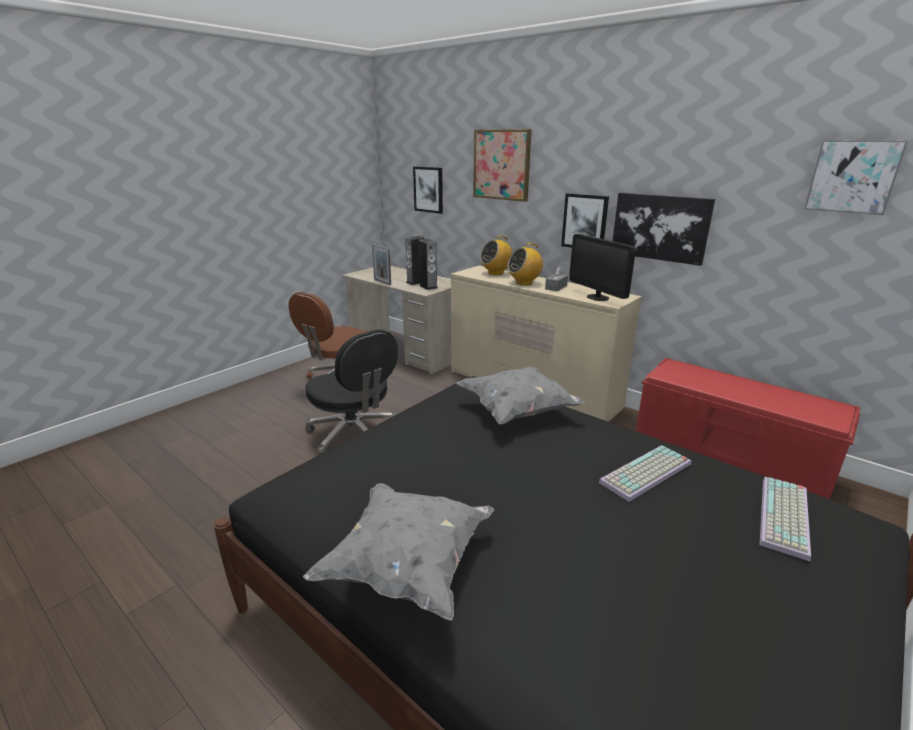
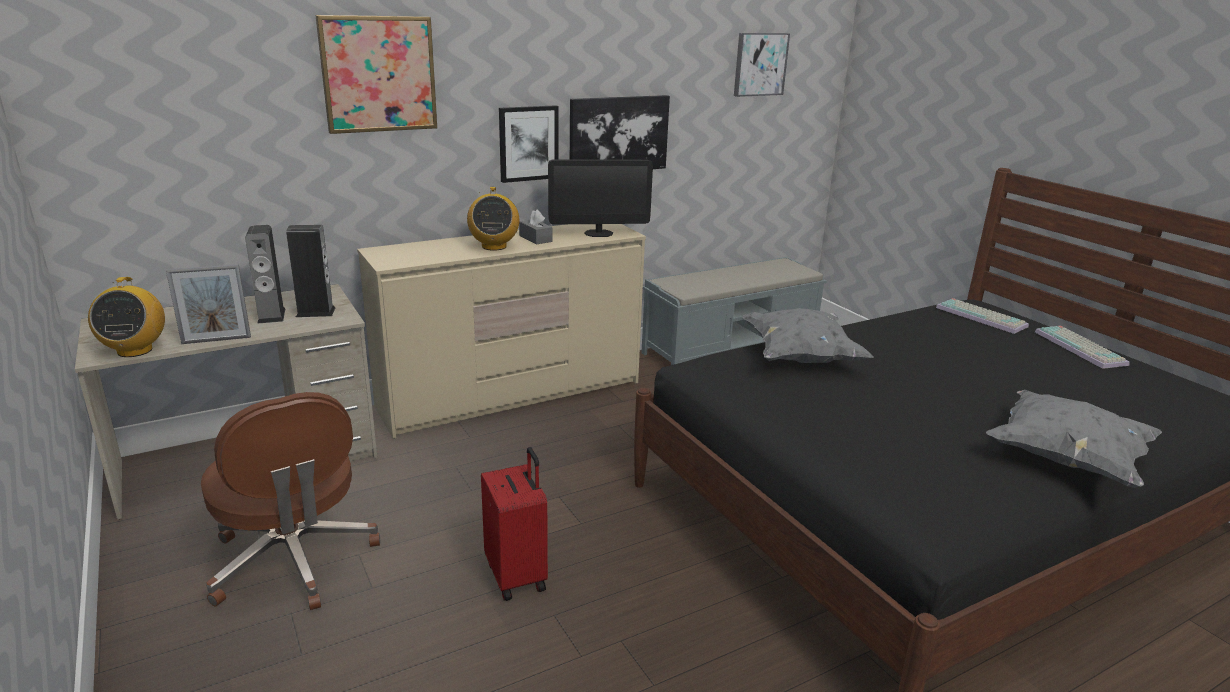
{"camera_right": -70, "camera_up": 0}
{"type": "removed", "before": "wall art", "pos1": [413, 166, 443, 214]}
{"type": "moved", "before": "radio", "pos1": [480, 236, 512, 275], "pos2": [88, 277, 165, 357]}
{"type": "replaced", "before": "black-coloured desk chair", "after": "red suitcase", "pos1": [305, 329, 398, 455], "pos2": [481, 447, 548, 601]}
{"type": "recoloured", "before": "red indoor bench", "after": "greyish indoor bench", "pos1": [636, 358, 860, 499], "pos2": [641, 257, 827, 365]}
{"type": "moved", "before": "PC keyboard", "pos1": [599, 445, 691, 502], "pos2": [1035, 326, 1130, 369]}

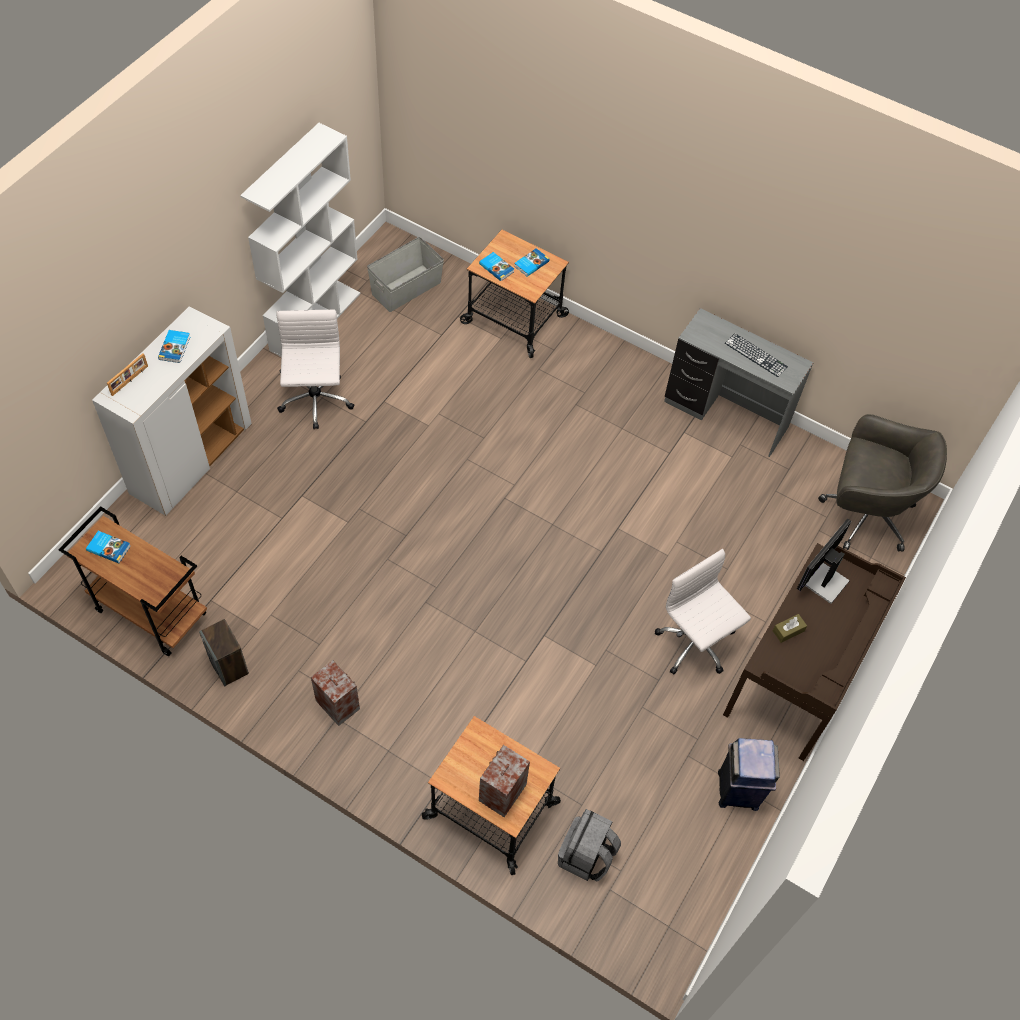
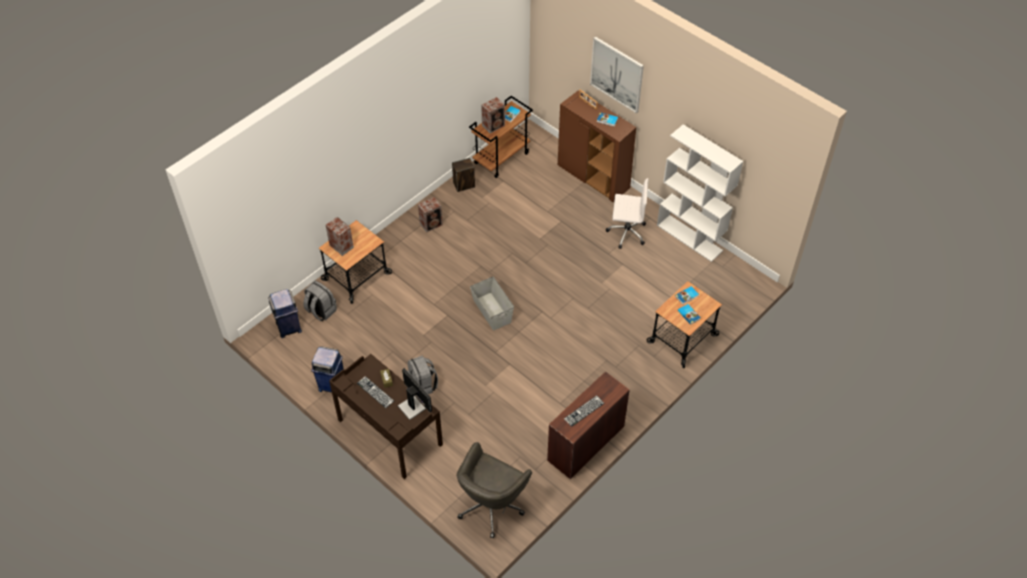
{"camera_right": 105, "camera_up": -5}
{"type": "moved", "before": "greyish storage container", "pos1": [367, 237, 444, 312], "pos2": [470, 277, 514, 331]}
{"type": "recoloured", "before": "white cabinet", "after": "brown cabinet", "pos1": [92, 307, 252, 516], "pos2": [558, 91, 636, 202]}
{"type": "recoloured", "before": "greyish desk", "after": "brown desk", "pos1": [664, 308, 813, 457], "pos2": [547, 371, 630, 479]}
{"type": "replaced", "before": "white desk chair", "after": "greyish rucksack", "pos1": [655, 549, 751, 675], "pos2": [408, 356, 438, 394]}
{"type": "added", "after": "wall art", "pos2": [590, 36, 644, 113]}
{"type": "added", "after": "loudspeaker", "pos2": [481, 97, 505, 134]}
{"type": "added", "after": "bluish waste bin", "pos2": [268, 289, 302, 338]}
{"type": "added", "after": "PC keyboard", "pos2": [357, 376, 394, 408]}

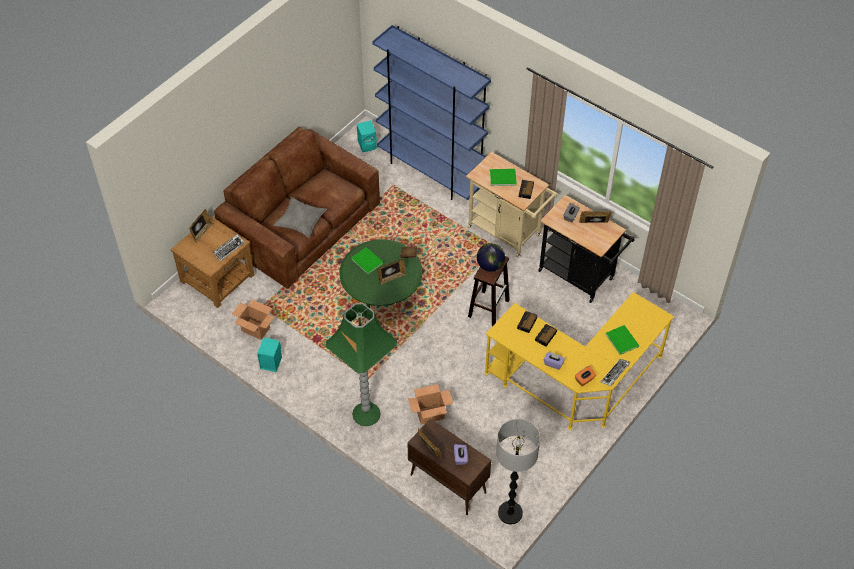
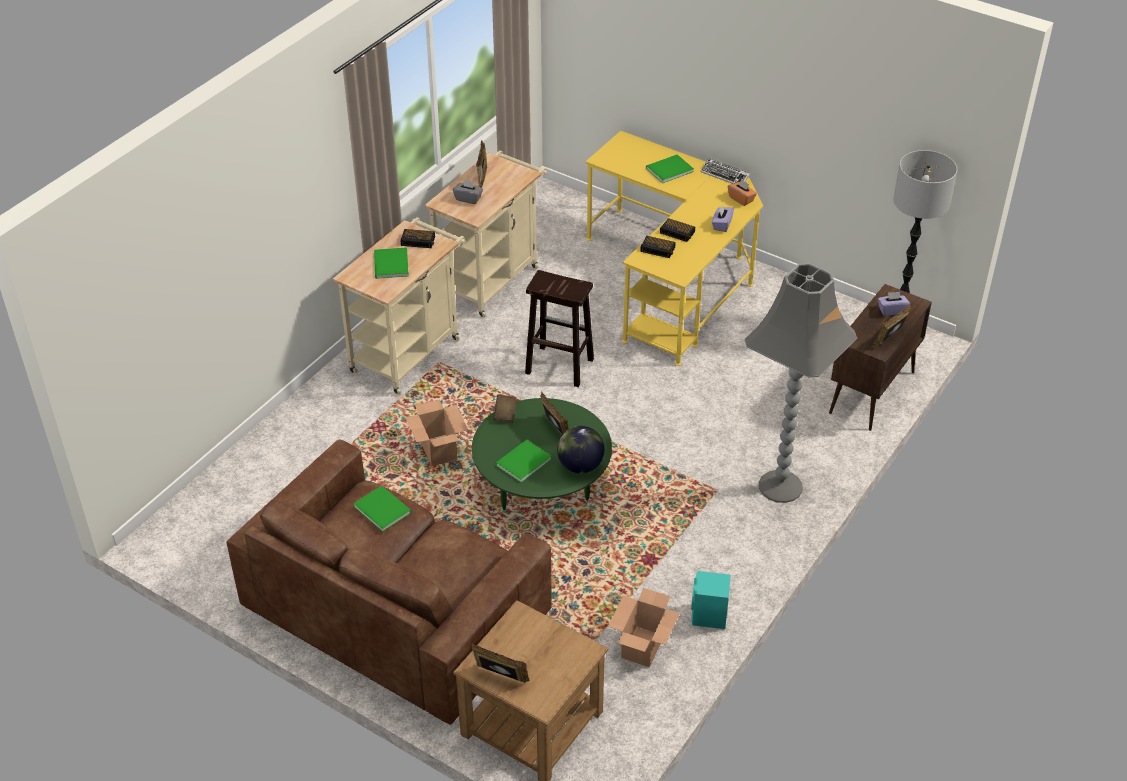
{"camera_right": -95, "camera_up": -10}
{"type": "removed", "before": "bluish shelving unit", "pos1": [373, 25, 491, 200]}
{"type": "removed", "before": "blue-green loudspeaker", "pos1": [357, 120, 377, 152]}
{"type": "recoloured", "before": "black-coloured trolley", "after": "beige trolley", "pos1": [538, 195, 635, 303], "pos2": [425, 150, 547, 318]}
{"type": "removed", "before": "greyish pillow", "pos1": [274, 197, 327, 238]}
{"type": "removed", "before": "PC keyboard", "pos1": [213, 234, 245, 261]}
{"type": "moved", "before": "desk globe", "pos1": [477, 243, 505, 272], "pos2": [557, 426, 604, 473]}
{"type": "recoloured", "before": "green standing lamp", "after": "greyish standing lamp", "pos1": [326, 303, 397, 426], "pos2": [744, 263, 857, 503]}
{"type": "moved", "before": "packing box", "pos1": [408, 384, 453, 424], "pos2": [406, 399, 468, 466]}
{"type": "added", "after": "green volume", "pos2": [353, 486, 412, 532]}

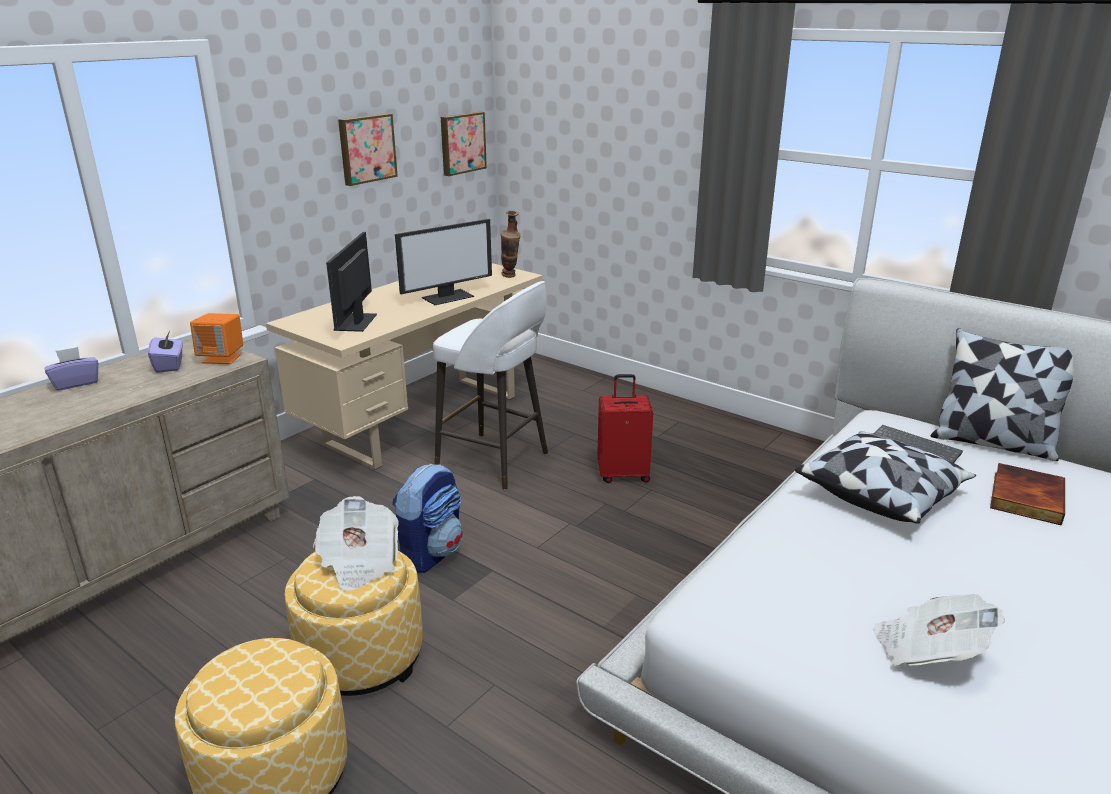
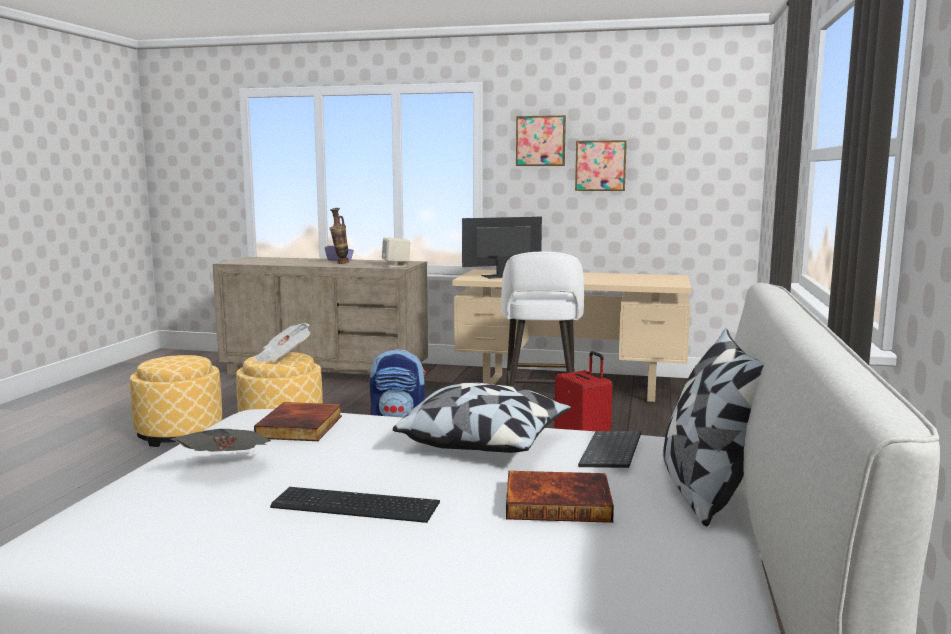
{"camera_right": 65, "camera_up": -15}
{"type": "moved", "before": "wall art", "pos1": [441, 112, 487, 176], "pos2": [516, 115, 566, 166]}
{"type": "moved", "before": "decorative vase", "pos1": [501, 211, 521, 278], "pos2": [329, 208, 349, 264]}
{"type": "removed", "before": "computer display", "pos1": [395, 219, 492, 305]}
{"type": "recoloured", "before": "orange-coloured loudspeaker", "after": "beige loudspeaker", "pos1": [190, 313, 243, 364], "pos2": [382, 237, 410, 268]}
{"type": "removed", "before": "purple tissue holder", "pos1": [148, 331, 183, 373]}
{"type": "added", "after": "volume", "pos2": [254, 402, 342, 441]}
{"type": "added", "after": "PC keyboard", "pos2": [270, 487, 440, 523]}

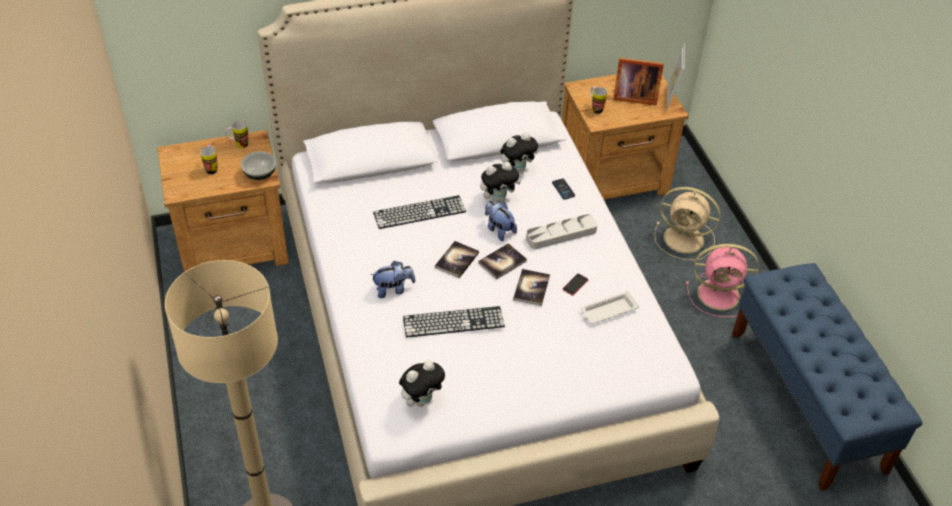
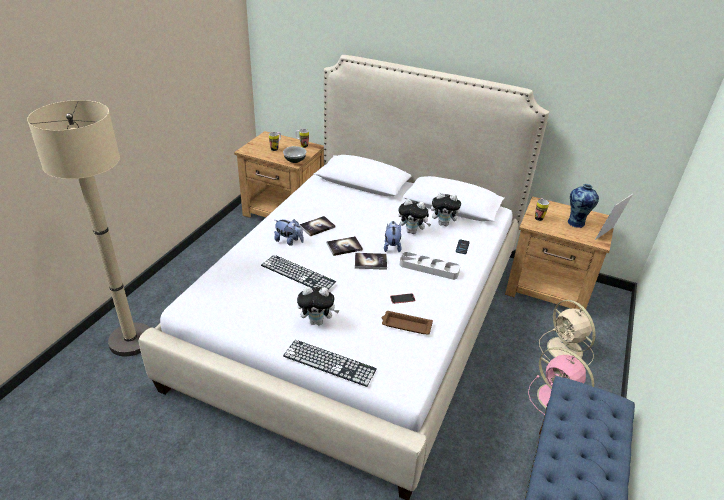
{"camera_right": 40, "camera_up": -10}
{"type": "replaced", "before": "standing frame", "after": "decorative vase", "pos1": [613, 58, 664, 106], "pos2": [568, 184, 599, 228]}
{"type": "moved", "before": "PC keyboard", "pos1": [373, 195, 466, 229], "pos2": [283, 340, 377, 387]}
{"type": "moved", "before": "volume", "pos1": [513, 269, 550, 306], "pos2": [299, 216, 335, 236]}
{"type": "recoloured", "before": "white serving tray", "after": "brown serving tray", "pos1": [581, 291, 639, 324], "pos2": [382, 311, 433, 335]}
{"type": "moved", "before": "cuddly toy", "pos1": [399, 360, 445, 407], "pos2": [297, 286, 340, 325]}

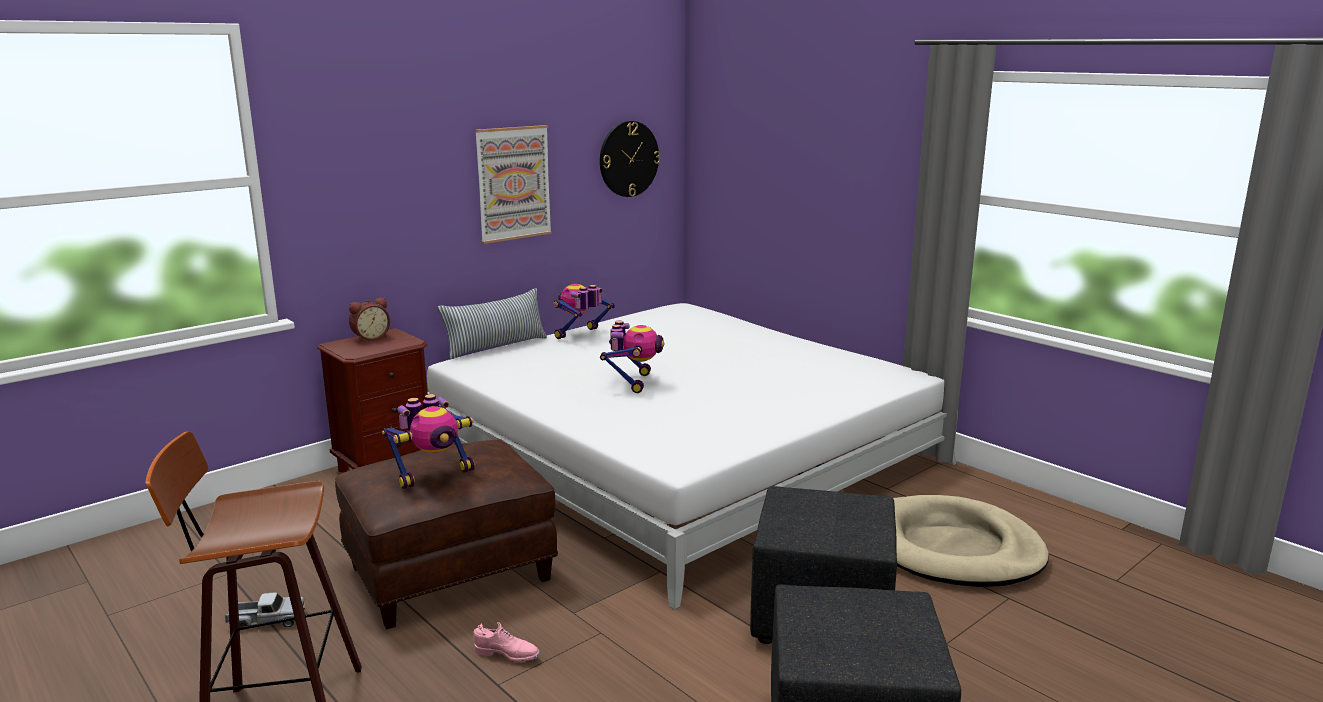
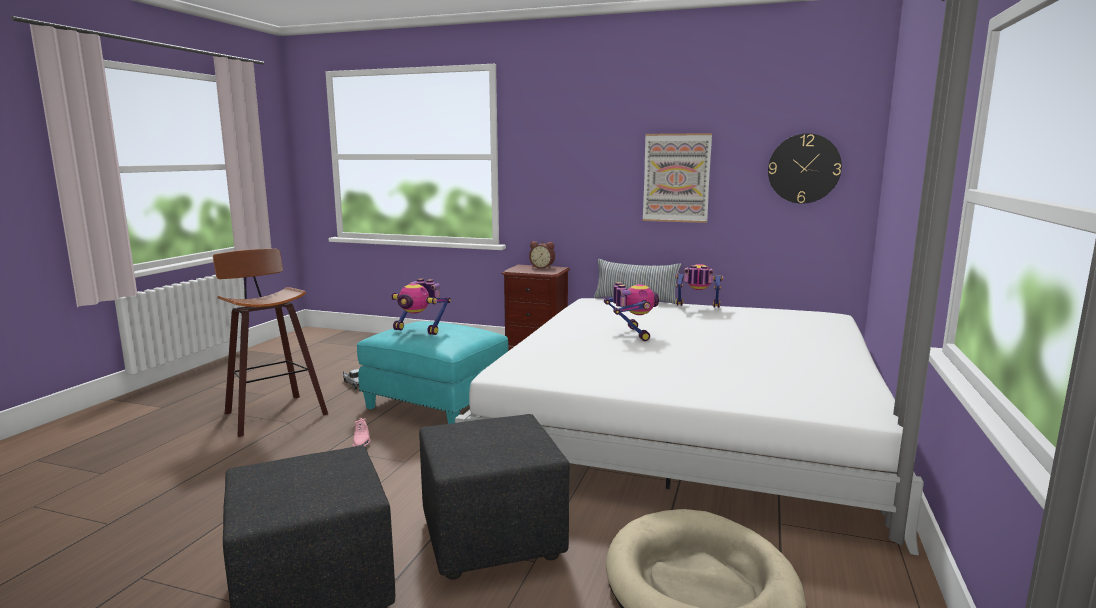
{"camera_right": 60, "camera_up": -5}
{"type": "turned", "before": "robot figure", "pos1": [600, 321, 664, 393], "pos2": [604, 282, 659, 341], "turn": -75}
{"type": "recoloured", "before": "brown footrest", "after": "blue-green footrest", "pos1": [335, 440, 558, 630], "pos2": [357, 321, 508, 424]}

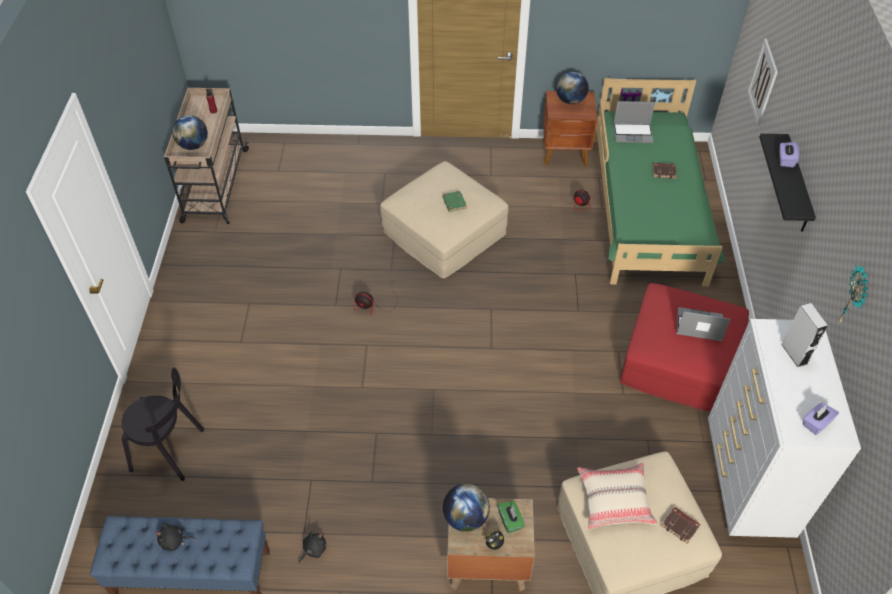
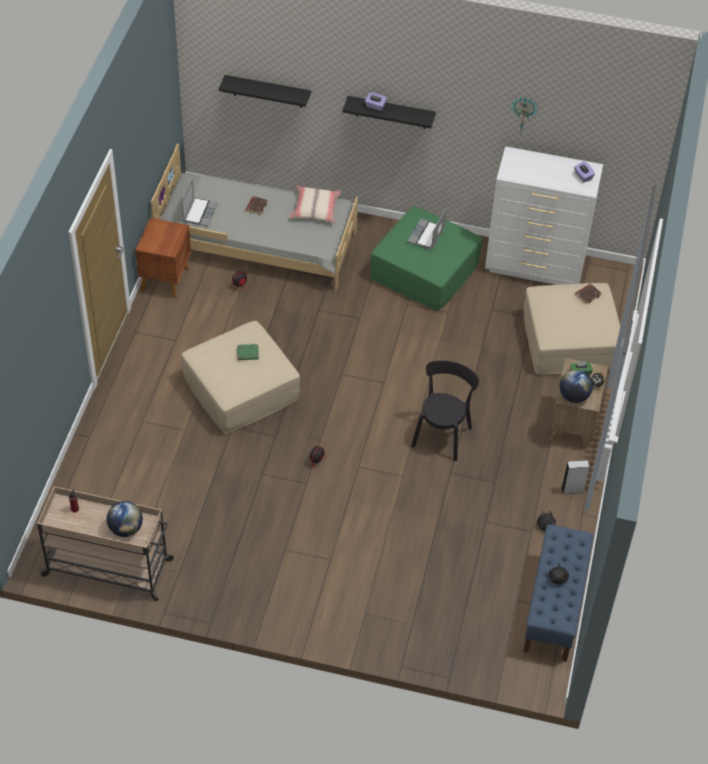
{"camera_right": -80, "camera_up": 0}
{"type": "replaced", "before": "wall art", "after": "black-coloured wall shelf", "pos1": [747, 39, 778, 125], "pos2": [219, 75, 311, 108]}
{"type": "removed", "before": "desk globe", "pos1": [556, 72, 588, 104]}
{"type": "recoloured", "before": "green bedroom bed", "after": "greyish bedroom bed", "pos1": [594, 78, 725, 287], "pos2": [151, 143, 358, 291]}
{"type": "recoloured", "before": "red footrest", "after": "green footrest", "pos1": [620, 283, 749, 411], "pos2": [371, 206, 482, 311]}
{"type": "moved", "before": "greyish loudspeaker", "pos1": [781, 303, 828, 367], "pos2": [562, 460, 589, 494]}
{"type": "moved", "before": "black-coloured upright chair", "pos1": [121, 367, 204, 481], "pos2": [411, 360, 479, 461]}
{"type": "moved", "before": "beige pillow", "pos1": [577, 463, 658, 529], "pos2": [290, 186, 341, 223]}

